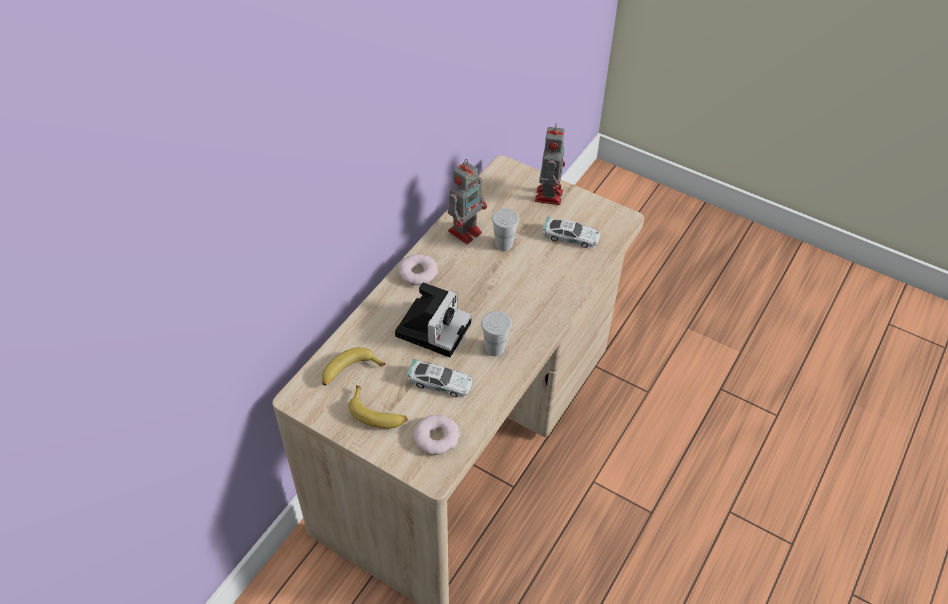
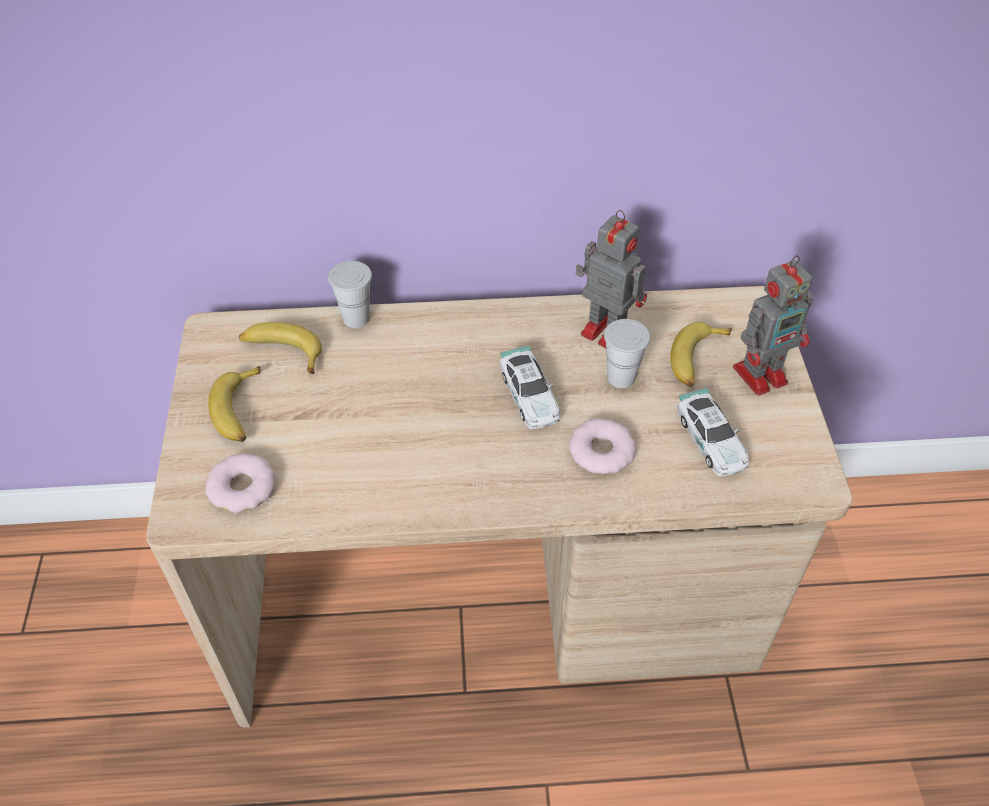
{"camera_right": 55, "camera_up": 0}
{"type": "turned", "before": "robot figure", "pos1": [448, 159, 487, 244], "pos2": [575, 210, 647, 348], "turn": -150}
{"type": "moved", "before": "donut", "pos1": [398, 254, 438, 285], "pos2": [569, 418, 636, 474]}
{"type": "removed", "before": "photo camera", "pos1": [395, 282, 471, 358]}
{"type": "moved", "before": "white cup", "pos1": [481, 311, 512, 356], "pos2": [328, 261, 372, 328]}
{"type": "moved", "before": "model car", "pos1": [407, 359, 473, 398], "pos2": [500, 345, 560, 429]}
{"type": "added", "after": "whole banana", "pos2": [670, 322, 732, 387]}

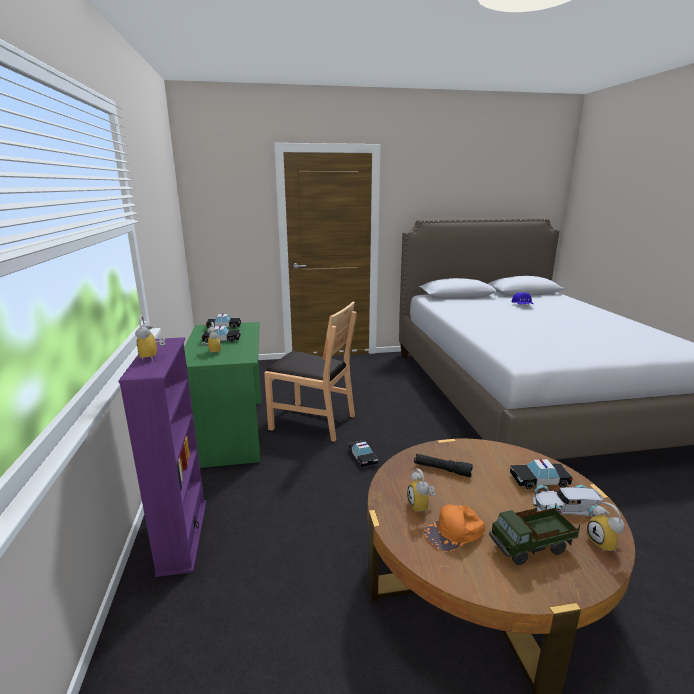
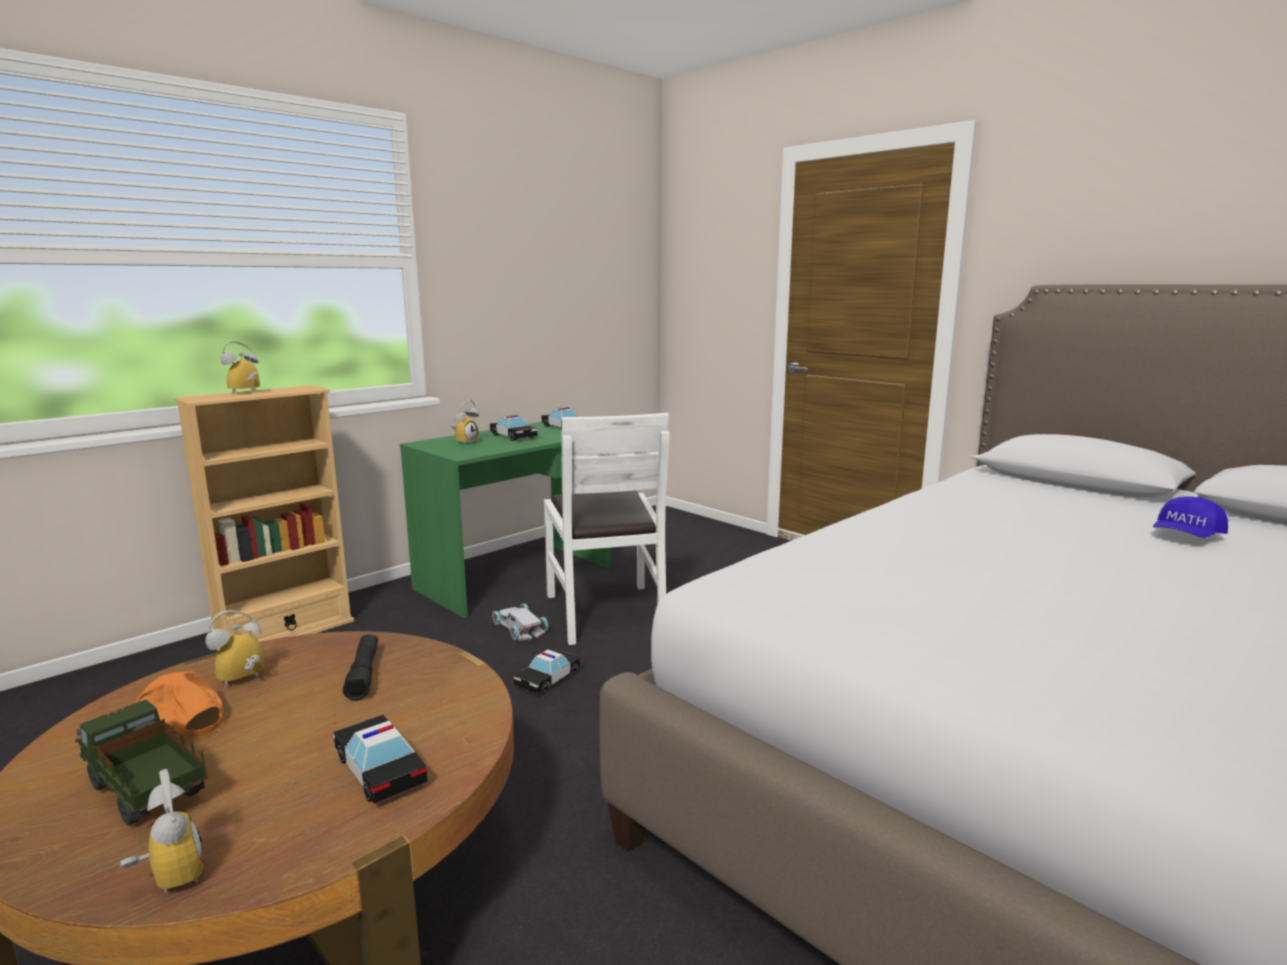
{"camera_right": 55, "camera_up": -5}
{"type": "recoloured", "before": "brown upright chair", "after": "white upright chair", "pos1": [264, 302, 357, 442], "pos2": [544, 413, 670, 645]}
{"type": "recoloured", "before": "purple shelving unit", "after": "beige shelving unit", "pos1": [118, 337, 206, 577], "pos2": [174, 385, 354, 651]}
{"type": "moved", "before": "white model car", "pos1": [533, 485, 604, 517], "pos2": [492, 603, 549, 641]}
{"type": "turned", "before": "bedside clock", "pos1": [586, 502, 624, 552], "pos2": [120, 769, 203, 893], "turn": 105}

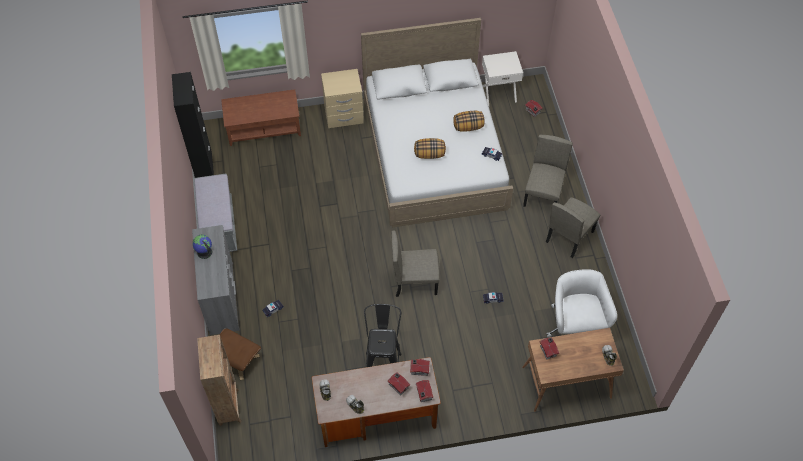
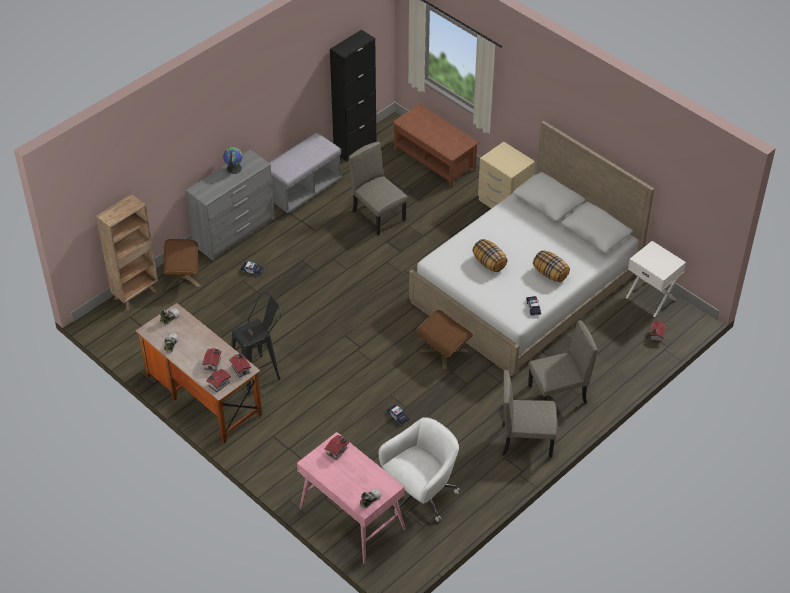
{"camera_right": 55, "camera_up": -10}
{"type": "moved", "before": "beige upright chair", "pos1": [391, 230, 440, 297], "pos2": [349, 141, 408, 235]}
{"type": "recoloured", "before": "brown desk", "after": "pinkish desk", "pos1": [522, 328, 624, 412], "pos2": [297, 432, 406, 564]}
{"type": "added", "after": "brown footrest", "pos2": [416, 310, 473, 369]}

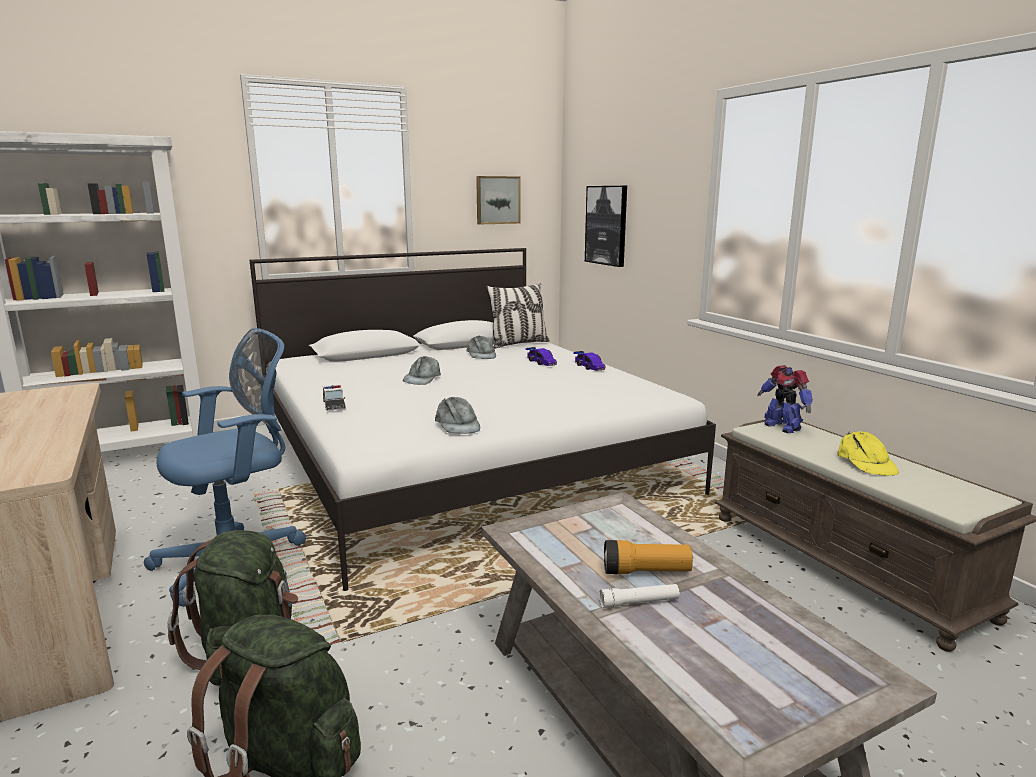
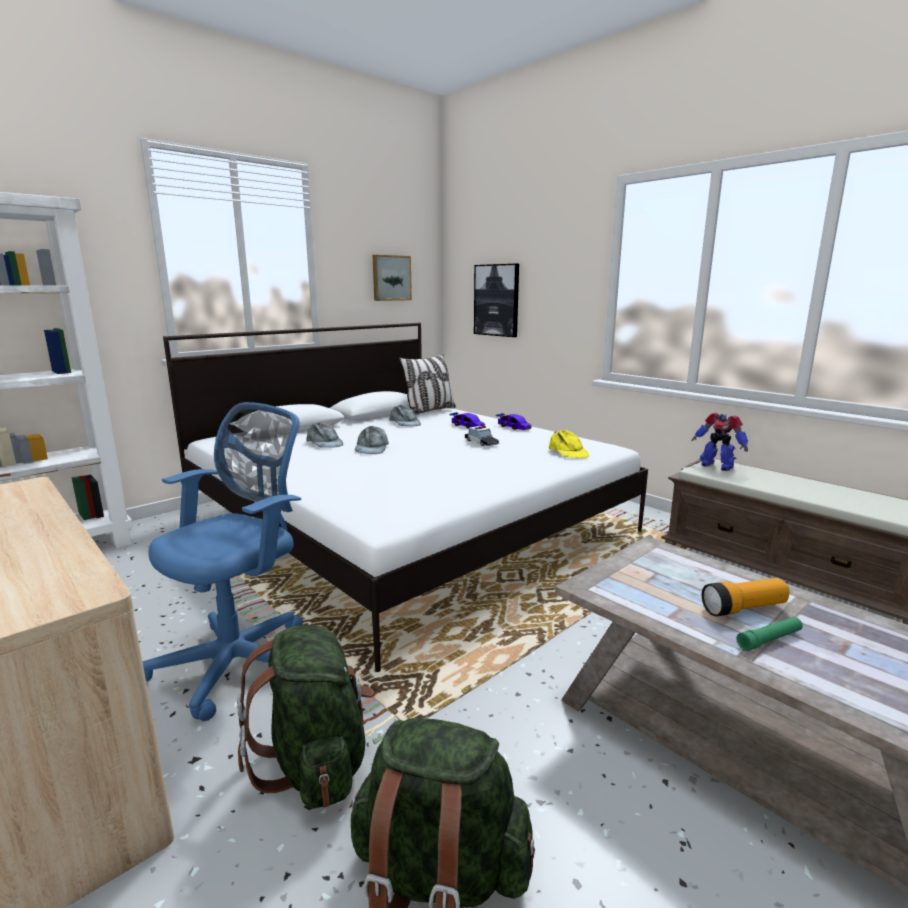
{"camera_right": -15, "camera_up": 0}
{"type": "moved", "before": "model car", "pos1": [323, 384, 346, 411], "pos2": [465, 426, 499, 446]}
{"type": "moved", "before": "greyish cap", "pos1": [435, 397, 480, 434], "pos2": [306, 422, 343, 448]}
{"type": "moved", "before": "yellowish cap", "pos1": [837, 431, 899, 476], "pos2": [549, 430, 589, 458]}
{"type": "recoloured", "before": "white torch", "after": "green torch", "pos1": [599, 584, 680, 608], "pos2": [736, 617, 803, 651]}

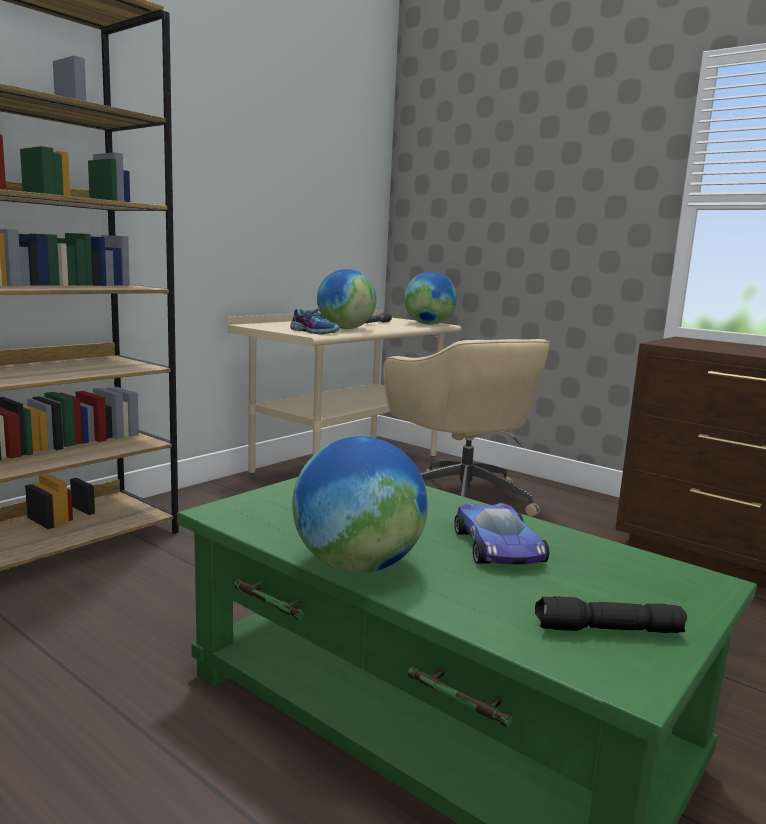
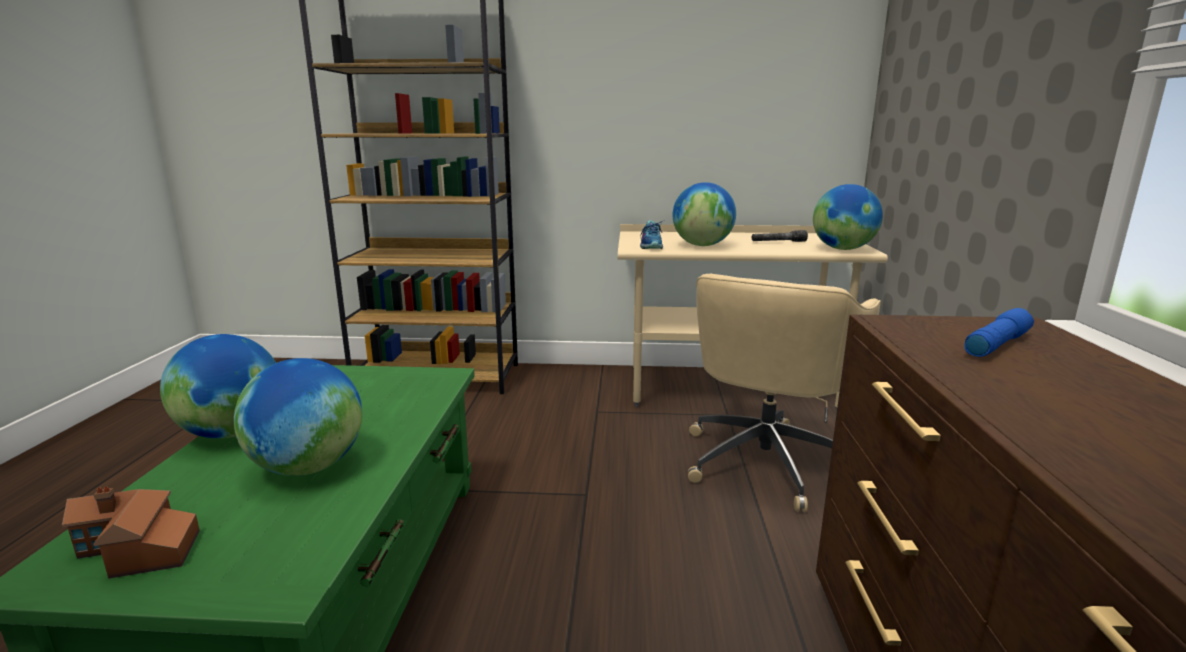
{"camera_right": 55, "camera_up": 5}
{"type": "replaced", "before": "model car", "after": "desk globe", "pos1": [454, 503, 549, 565], "pos2": [234, 358, 363, 476]}
{"type": "replaced", "before": "black-coloured torch", "after": "miniature house", "pos1": [535, 596, 687, 633], "pos2": [62, 487, 200, 579]}
{"type": "added", "after": "bluish torch", "pos2": [965, 308, 1034, 357]}

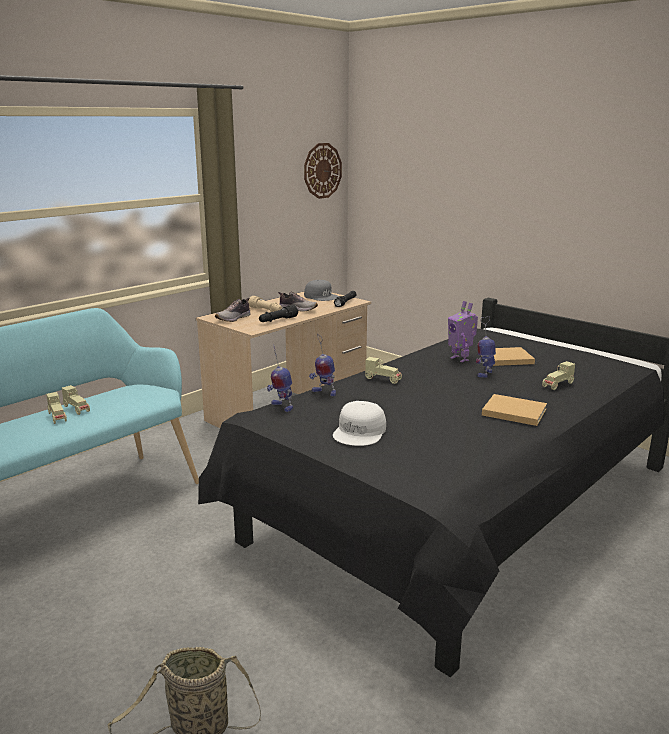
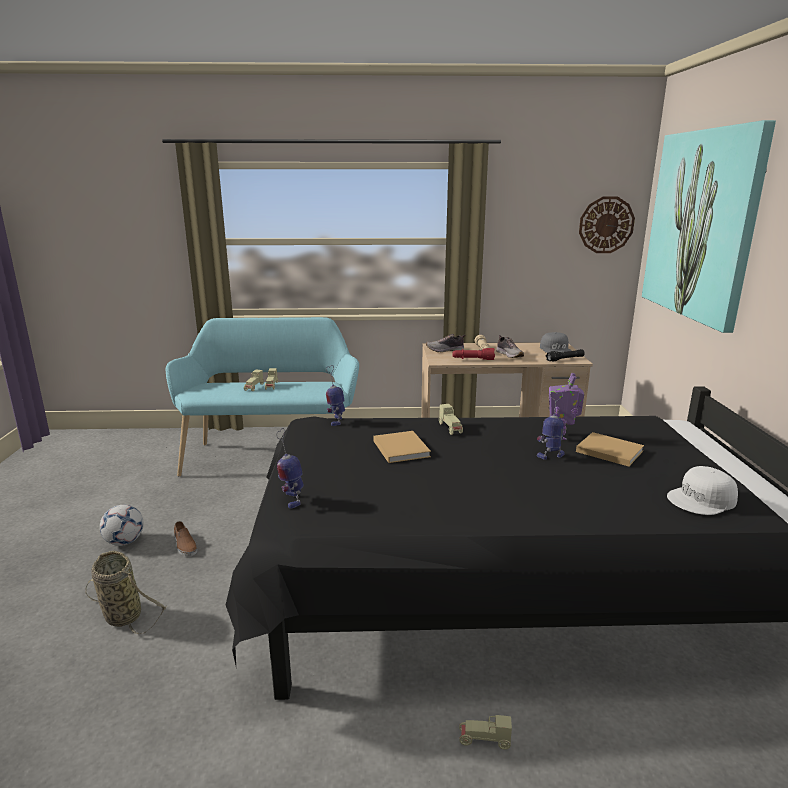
{"camera_right": 45, "camera_up": 0}
{"type": "recoloured", "before": "black-coloured torch", "after": "red torch", "pos1": [259, 305, 298, 322], "pos2": [453, 348, 495, 360]}
{"type": "moved", "before": "robot figure", "pos1": [309, 333, 336, 396], "pos2": [276, 428, 304, 509]}
{"type": "moved", "before": "beige model car", "pos1": [542, 361, 575, 390], "pos2": [459, 715, 512, 750]}
{"type": "moved", "before": "beige volume", "pos1": [482, 394, 547, 426], "pos2": [374, 431, 431, 463]}
{"type": "moved", "before": "white cap", "pos1": [333, 401, 386, 446], "pos2": [667, 466, 738, 515]}
{"type": "added", "after": "wall art", "pos2": [642, 120, 776, 333]}
{"type": "added", "after": "football ball", "pos2": [100, 505, 144, 546]}
{"type": "added", "after": "brown shoe", "pos2": [174, 521, 197, 556]}

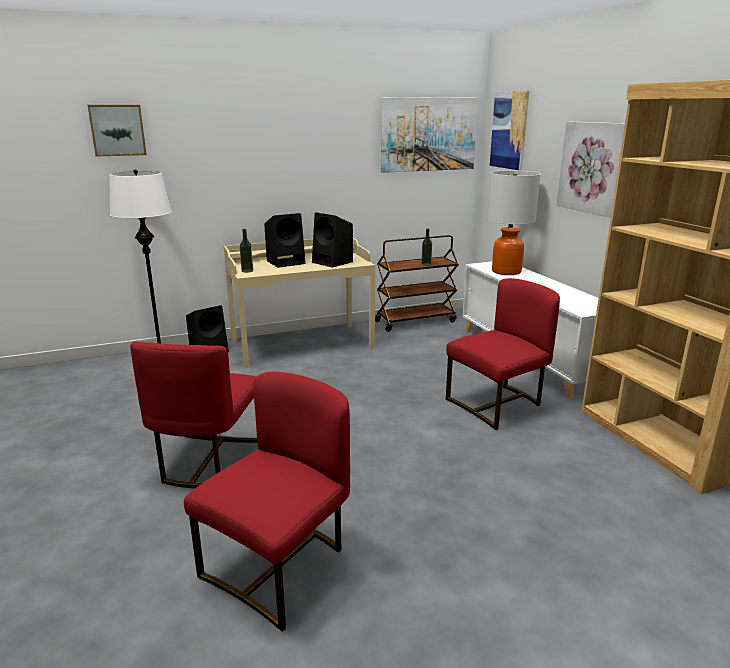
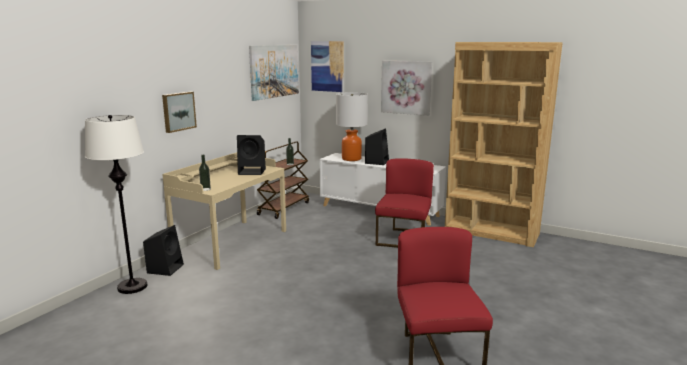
{"camera_right": -40, "camera_up": -5}
{"type": "moved", "before": "wall art", "pos1": [87, 105, 147, 157], "pos2": [162, 92, 197, 133]}
{"type": "moved", "before": "black-coloured loudspeaker", "pos1": [264, 213, 306, 268], "pos2": [365, 128, 389, 165]}
{"type": "removed", "before": "red upright chair", "pos1": [130, 341, 257, 489]}

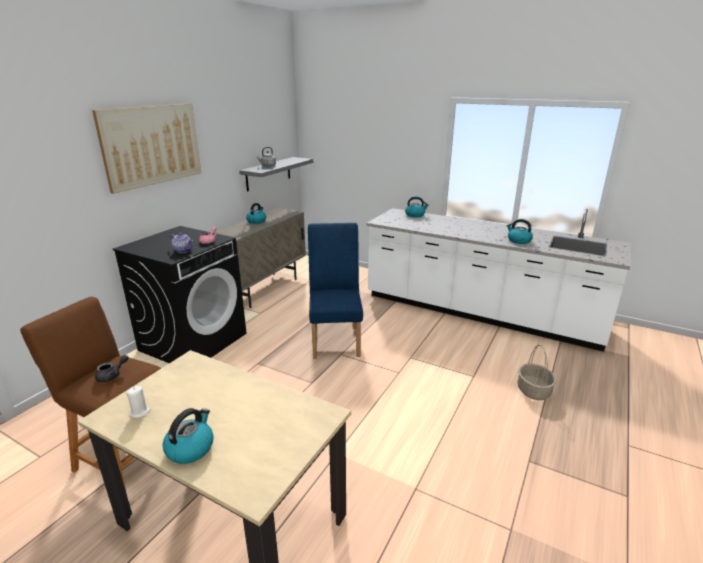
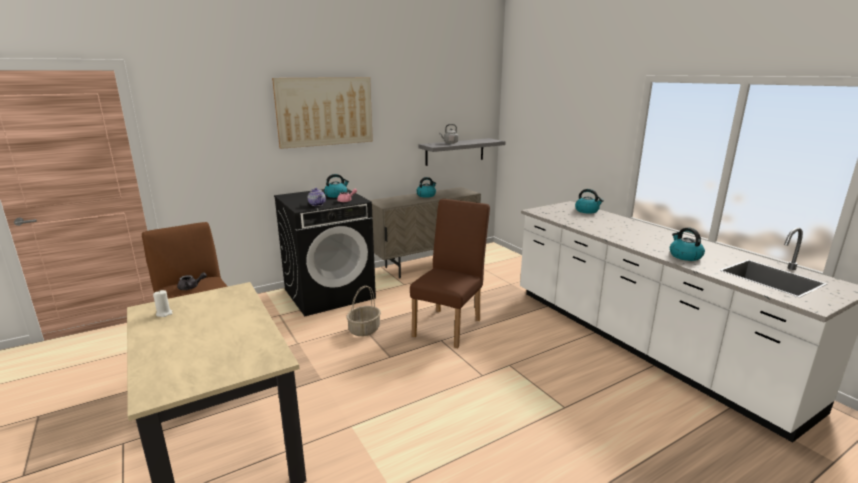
{"camera_right": 30, "camera_up": -5}
{"type": "recoloured", "before": "bluish upright chair", "after": "brown upright chair", "pos1": [308, 223, 363, 359], "pos2": [410, 199, 490, 348]}
{"type": "moved", "before": "basket", "pos1": [517, 345, 556, 400], "pos2": [347, 286, 381, 336]}
{"type": "moved", "before": "kettle", "pos1": [162, 408, 214, 464], "pos2": [324, 174, 349, 198]}

